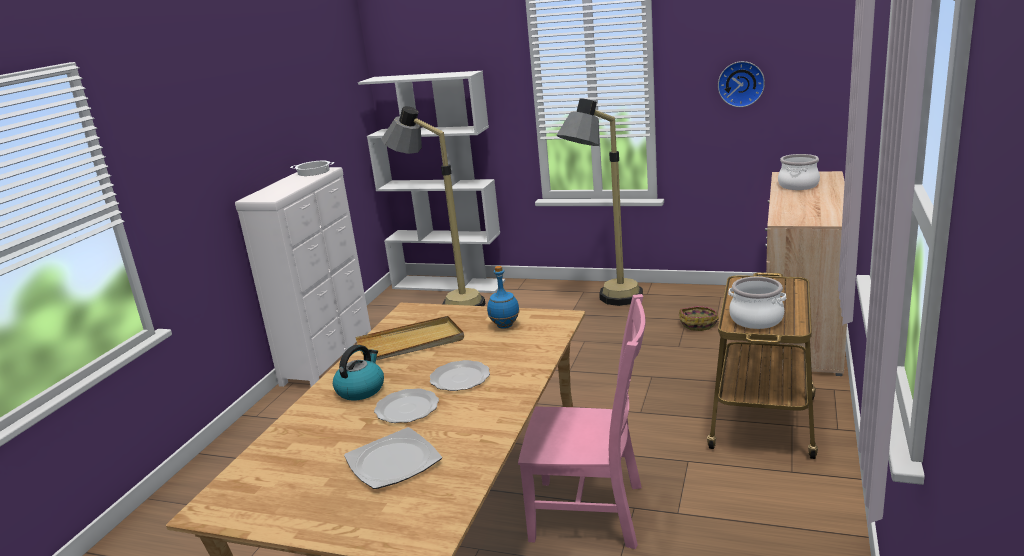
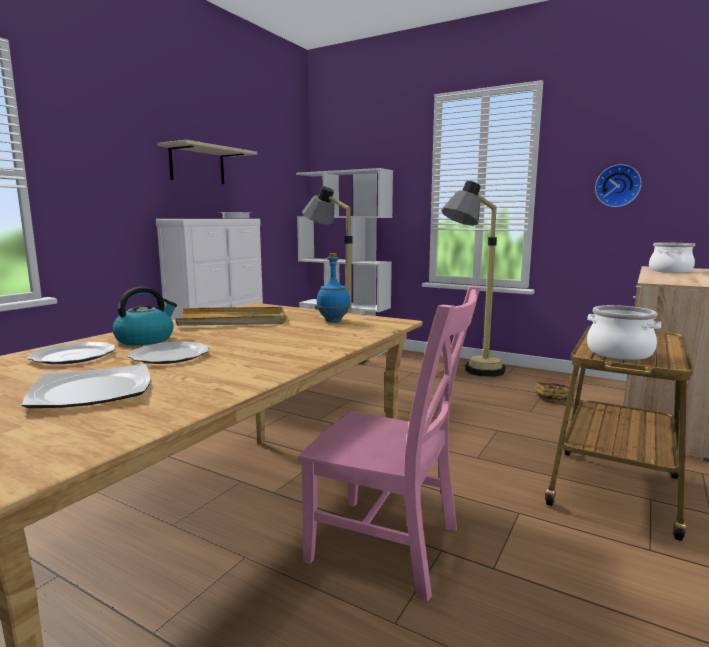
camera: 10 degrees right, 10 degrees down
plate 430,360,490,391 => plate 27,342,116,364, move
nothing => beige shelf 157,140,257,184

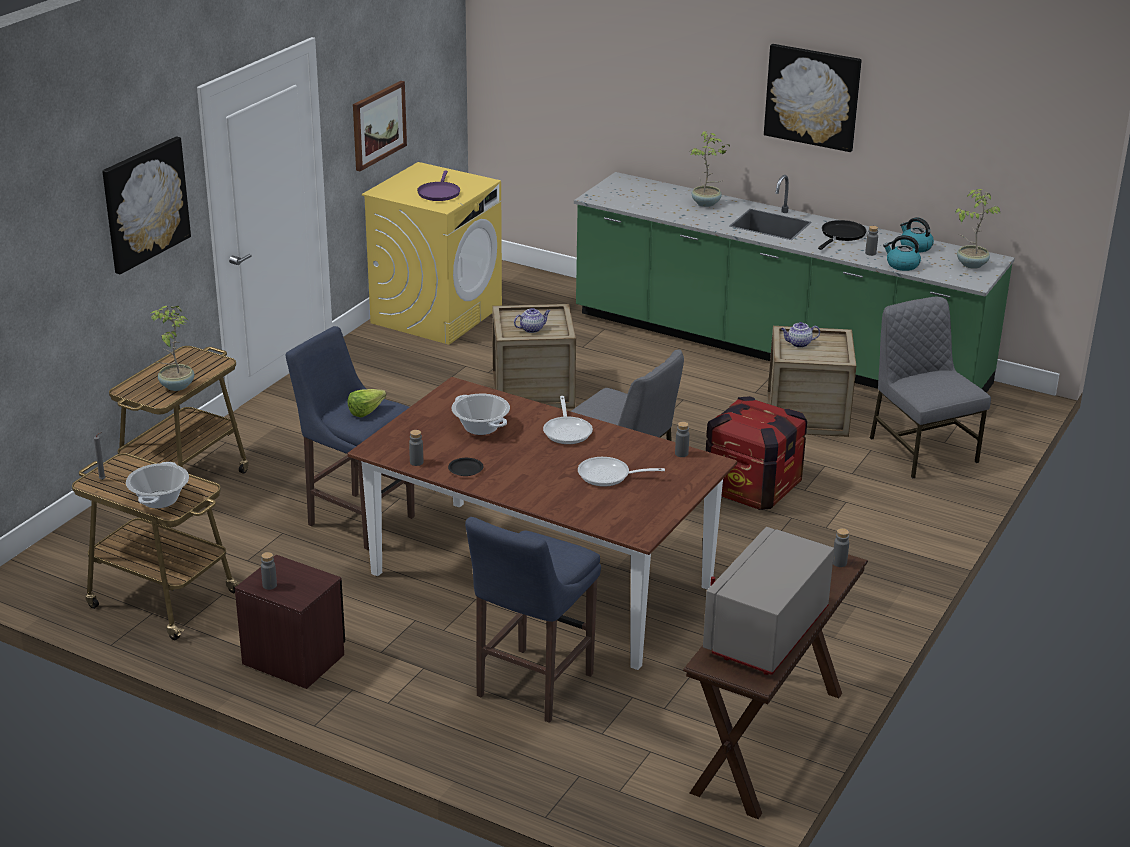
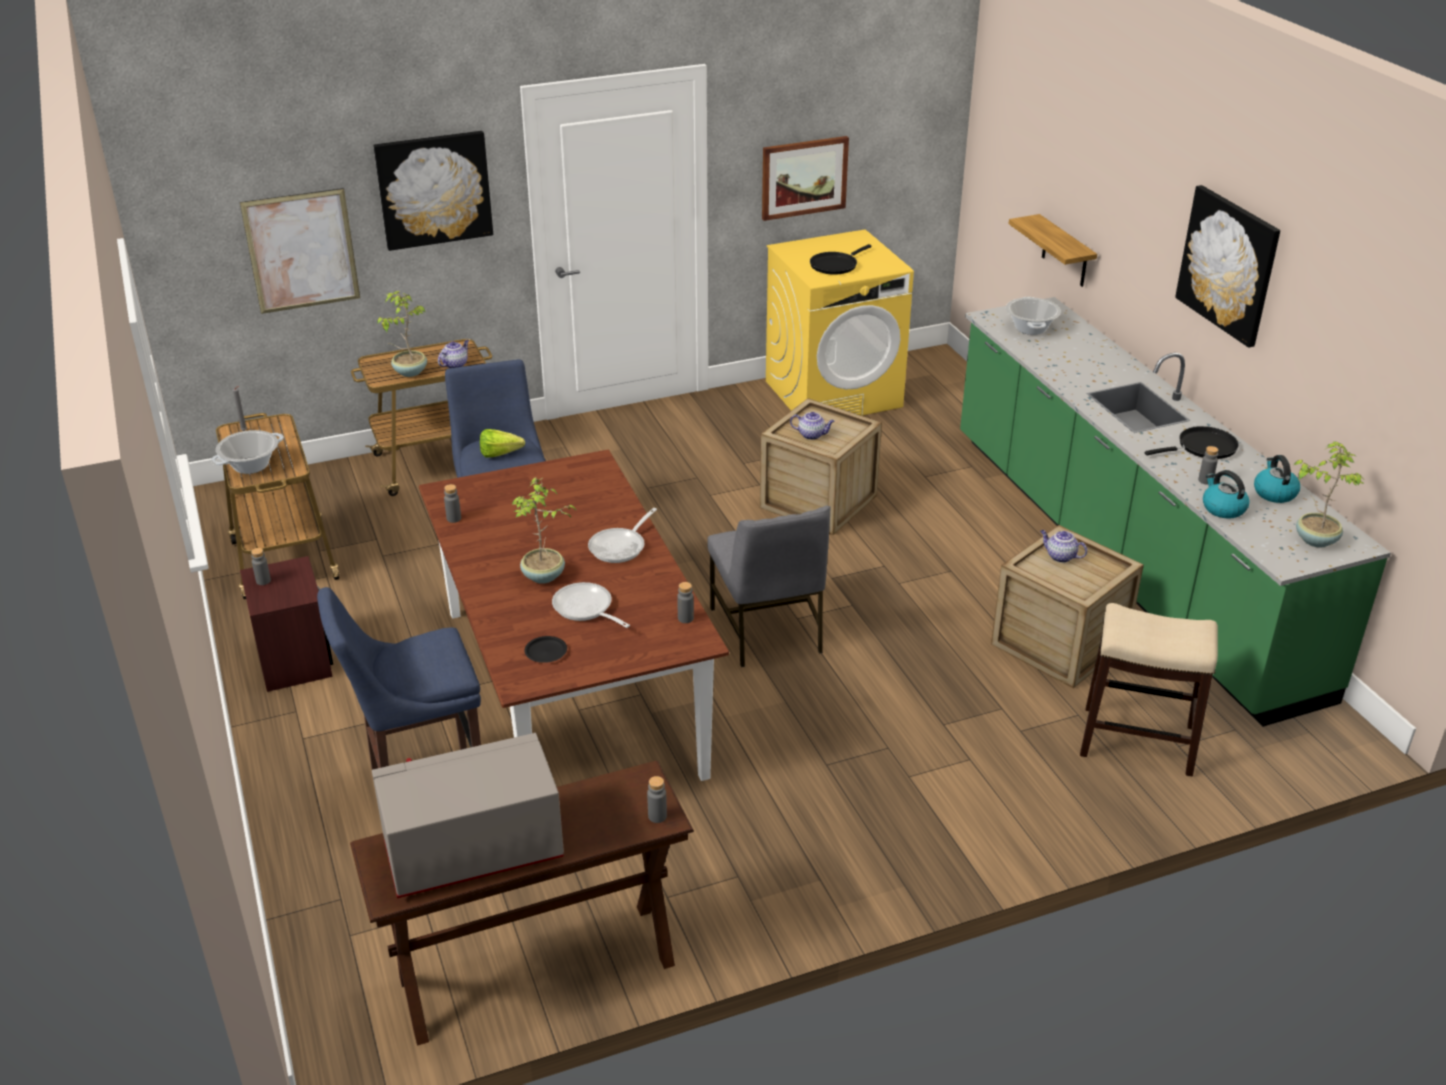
camera: 40 degrees right, 5 degrees up
nothing => picture 240,188,360,314
nothing => teapot 438,340,469,368
potted plant 690,131,730,207 => potted plant 512,477,576,584, move
black plate 448,458,483,476 => black plate 525,636,567,663, move
purple frying pan 417,171,460,201 => black frying pan 810,244,872,275
cooking pot 451,394,510,435 => cooking pot 1006,297,1061,335, move
nothing => shelf 1009,214,1097,287
grey chair 870,297,991,478 => stool 1080,603,1218,776
crate 706,396,807,510 => nothing

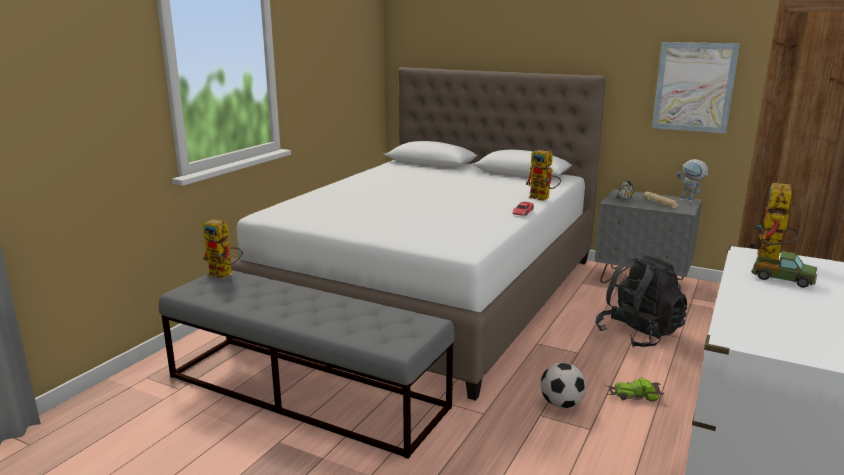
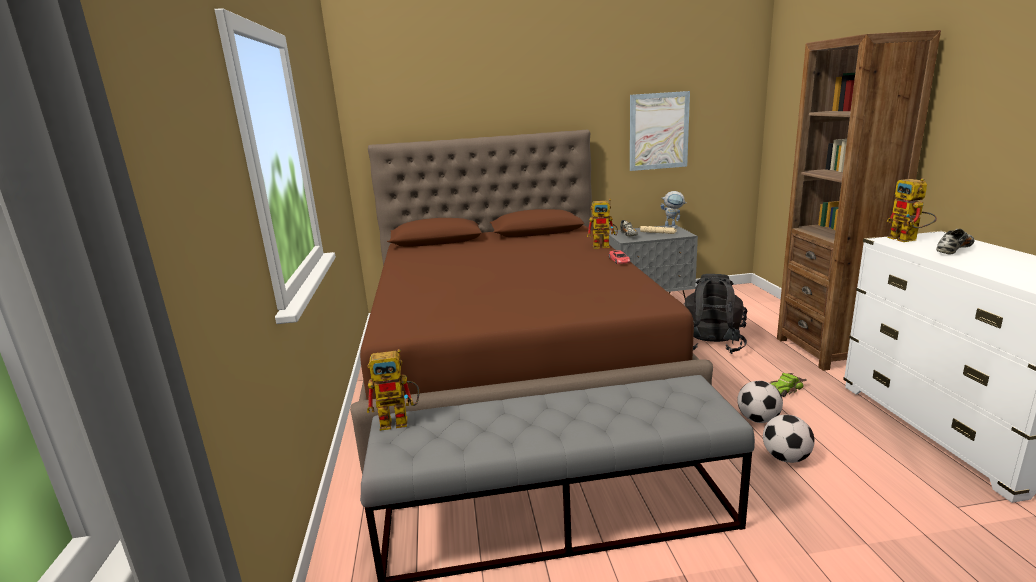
camera: 35 degrees left, 0 degrees up
white bed 230,67,606,401 => brown bed 350,130,713,474
nothing => football 763,415,815,463
toy truck 751,251,817,288 => shoe 936,229,975,254

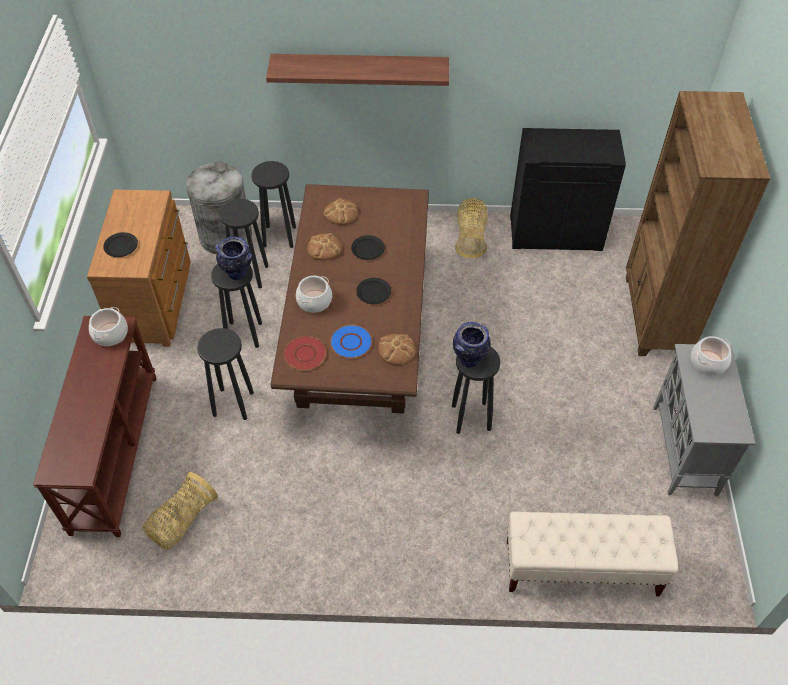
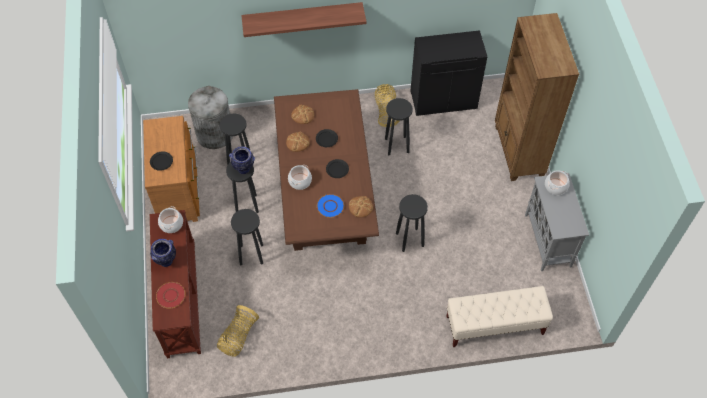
camera: 10 degrees left, 5 degrees up
vase 453,322,491,368 => vase 150,239,176,267, move
red plate 284,336,327,371 => red plate 156,282,186,309, move
black stool 251,161,296,248 => black stool 385,98,413,155, move

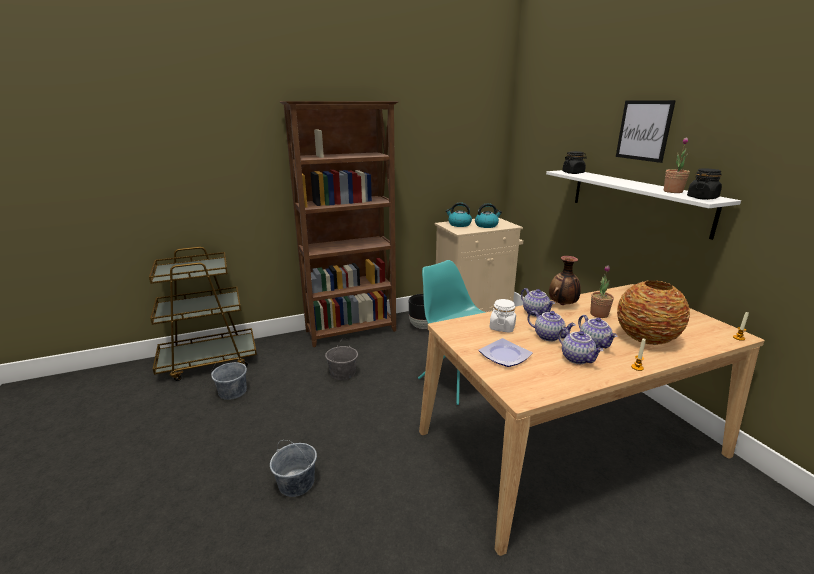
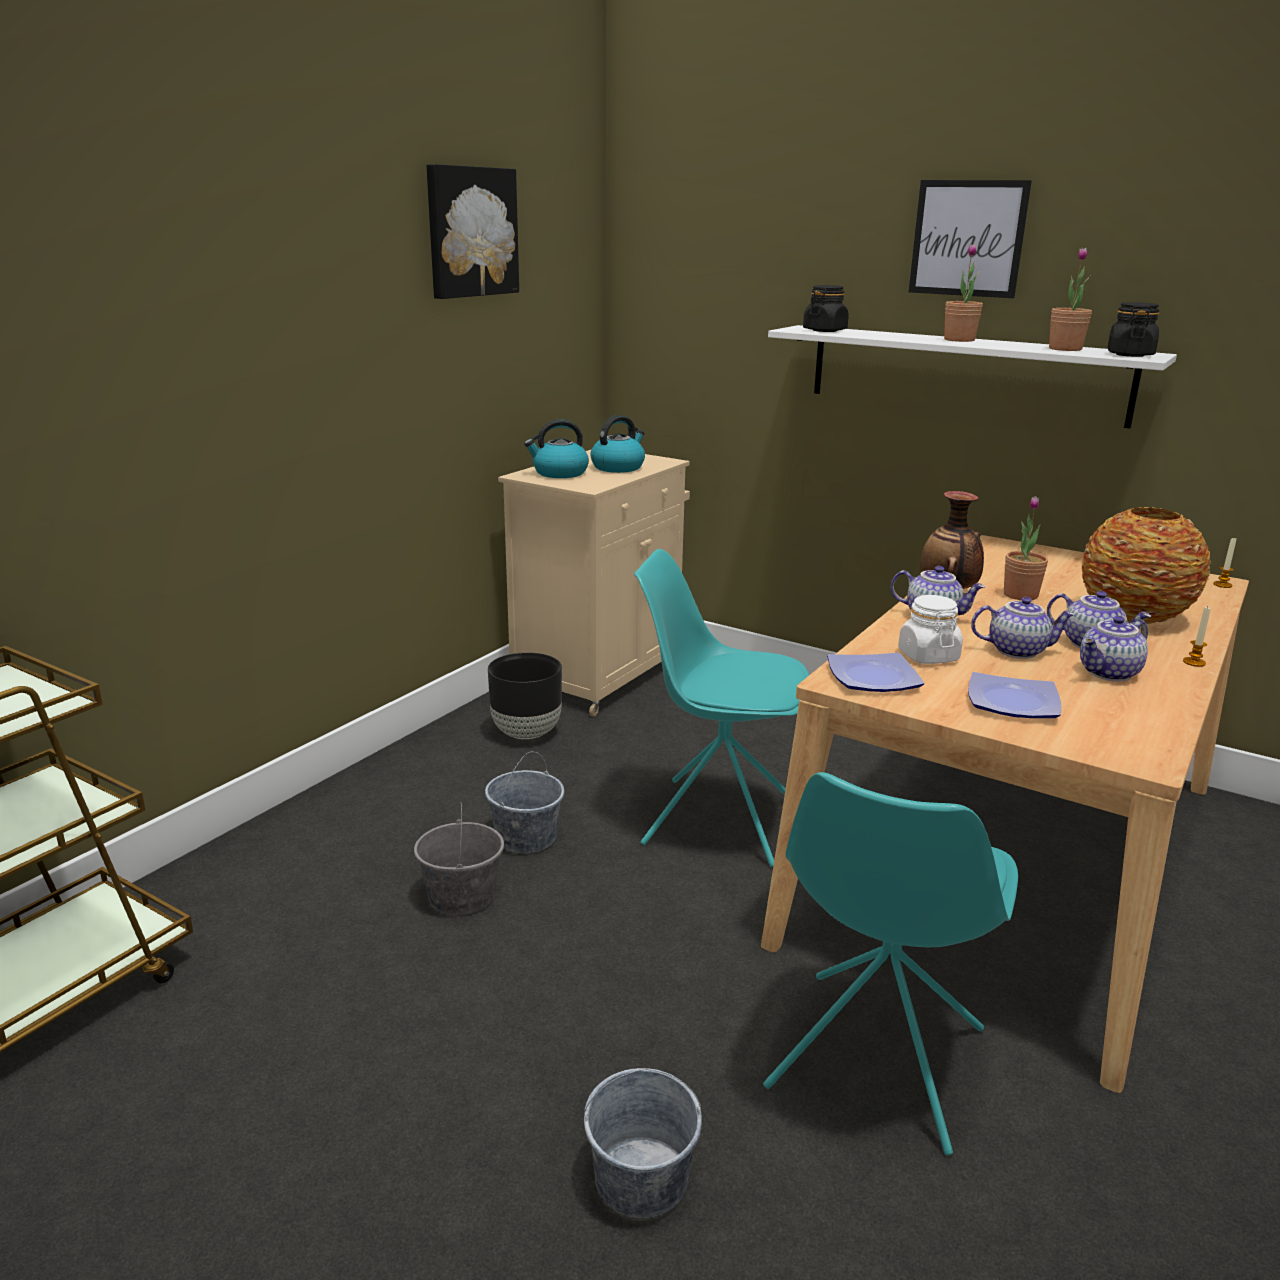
camera: 35 degrees left, 0 degrees up
nothing => picture 426,164,519,299
grey bucket 211,356,247,400 => grey bucket 485,752,564,853, move
nothing => turquoise chair 763,772,1018,1155
nothing => plate 827,653,924,692
nothing => potted plant 944,244,983,342
teapot 558,328,603,364 => teapot 1080,616,1148,681, 120 degrees clockwise
brown bookcase 280,101,398,347 => nothing

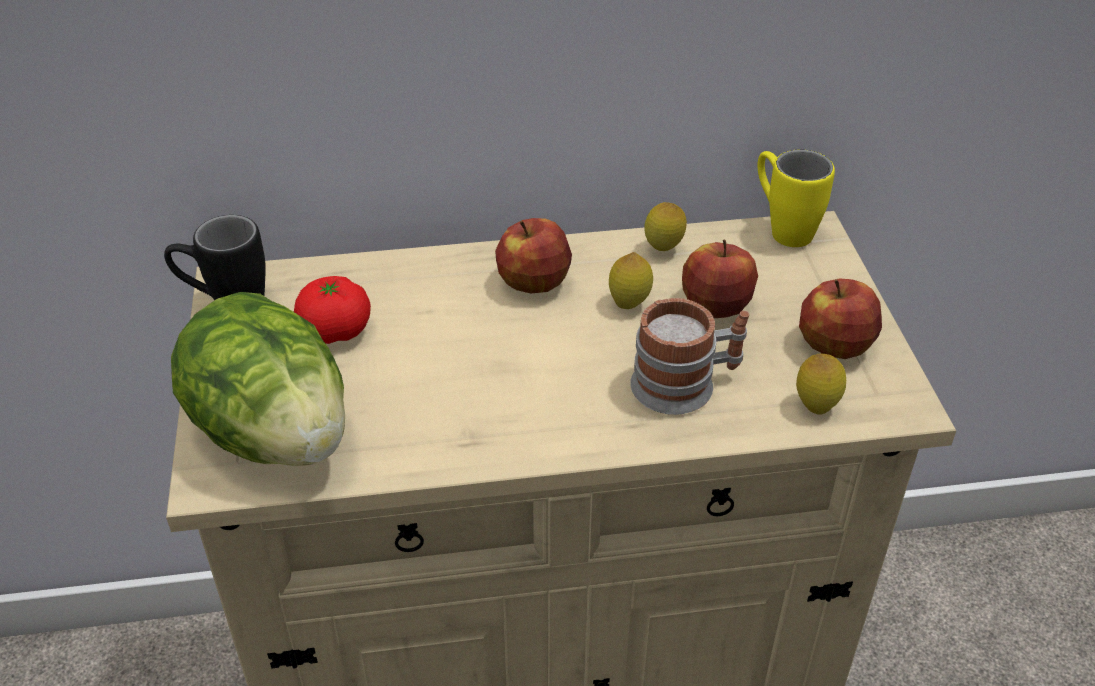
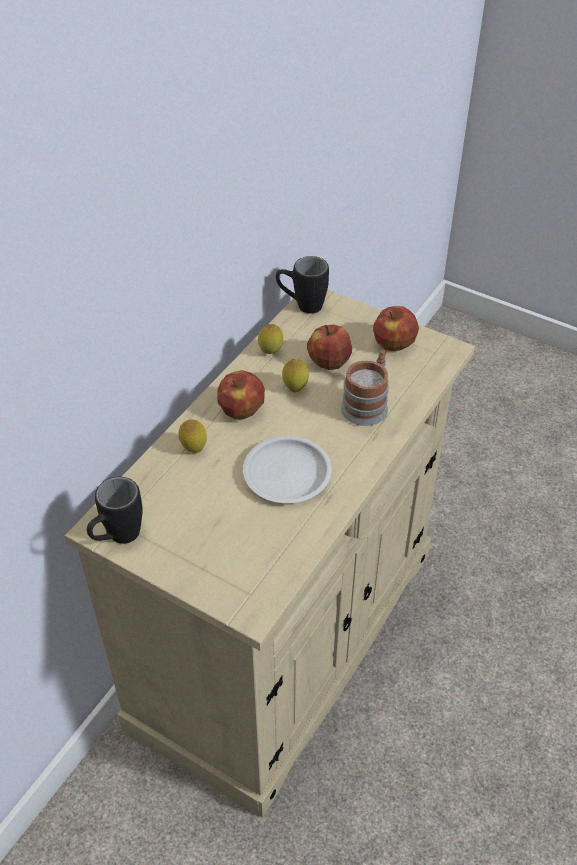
camera: 50 degrees left, 5 degrees up
lemon 796,354,846,415 => lemon 178,419,207,453, move
nothing => white plate 243,436,332,503
yellow mug 758,149,835,247 => black mug 276,256,329,314
lettuce 171,292,345,466 => nothing
tomato 294,276,371,344 => nothing

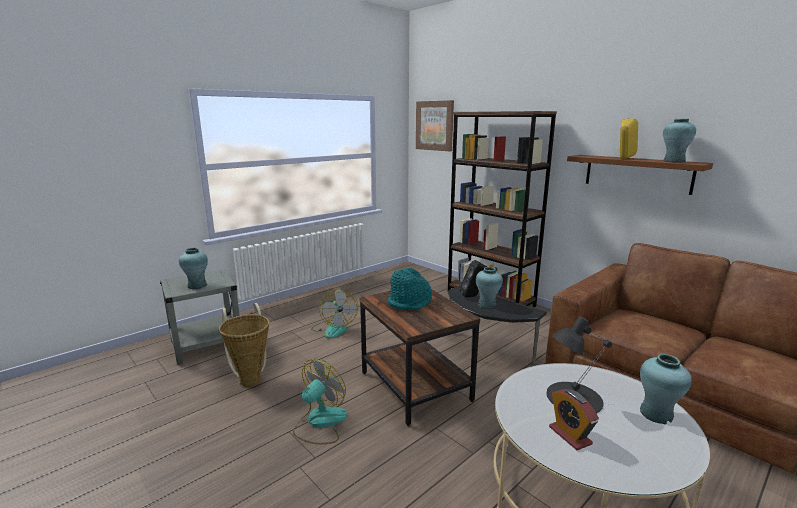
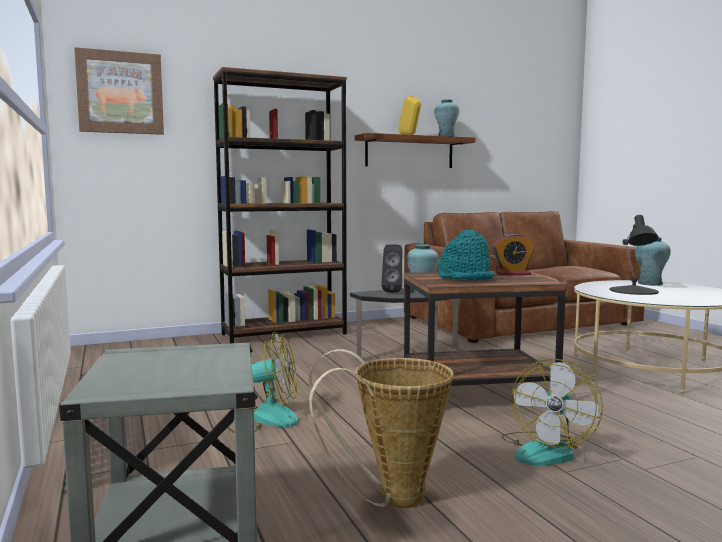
camera: 70 degrees left, 10 degrees down
alarm clock 549,389,599,450 => alarm clock 493,234,535,275, move
fan 293,358,348,444 => fan 501,359,603,465, 120 degrees counterclockwise
turquoise vase 179,248,208,289 => nothing

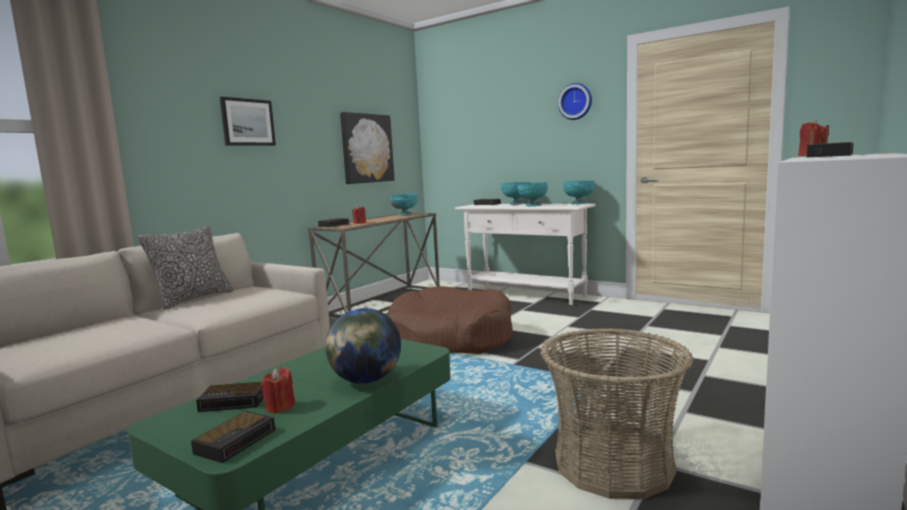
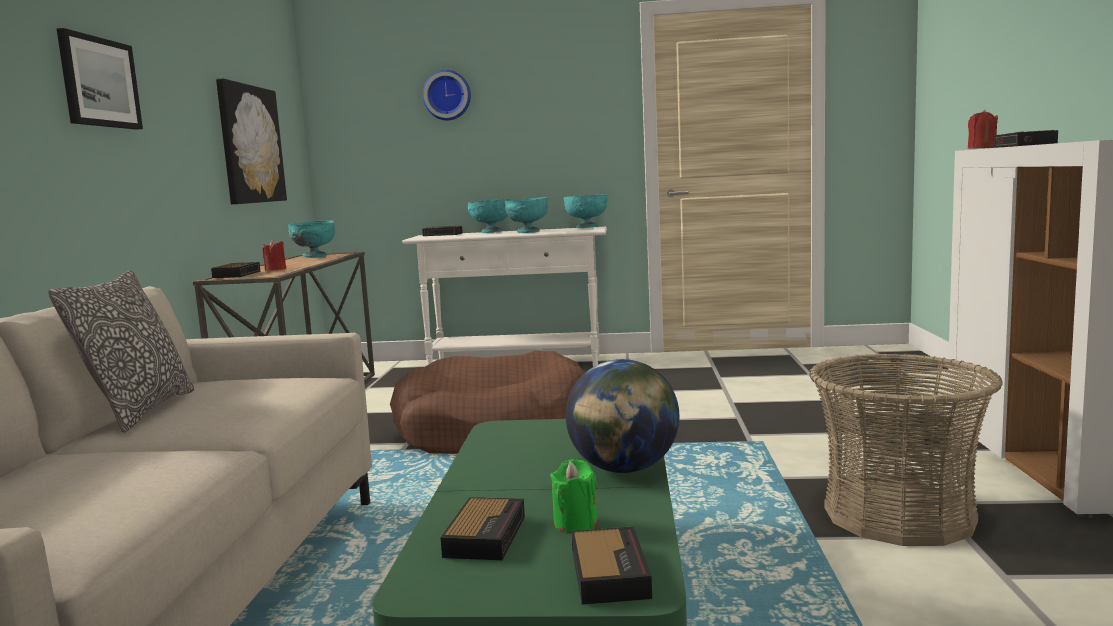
camera: 30 degrees left, 0 degrees up
wall clock 558,83,592,120 => wall clock 423,70,471,120, move
alarm clock 196,382,264,412 => alarm clock 440,497,525,560, 45 degrees counterclockwise
red candle 261,368,295,413 => green candle 550,459,598,533

